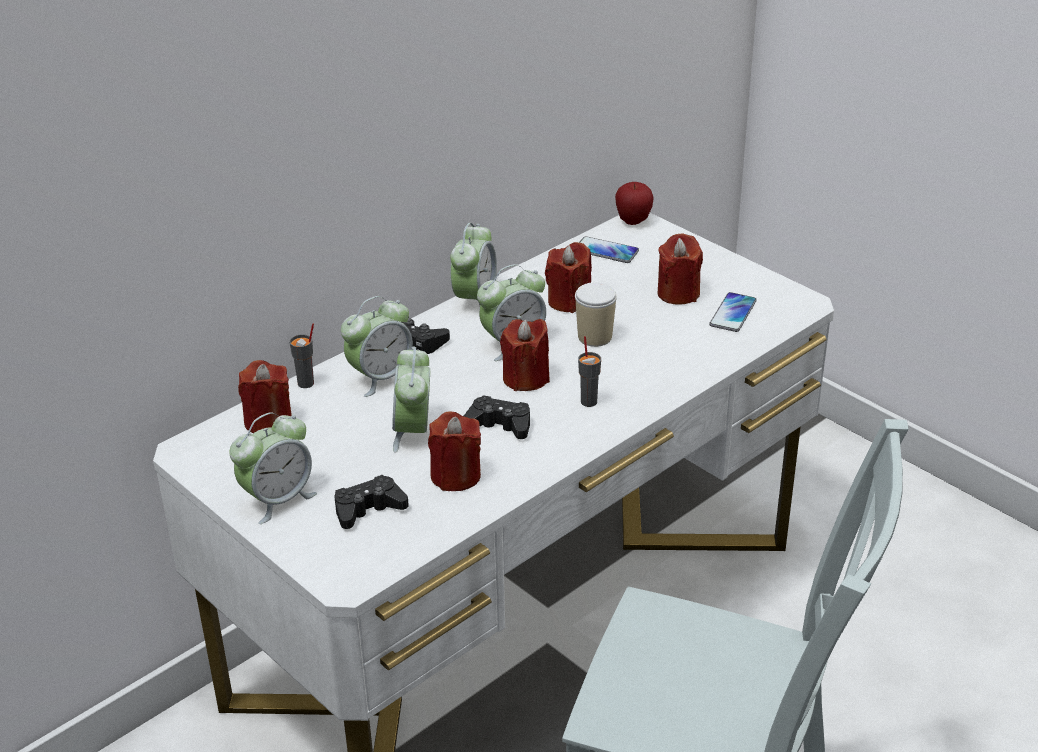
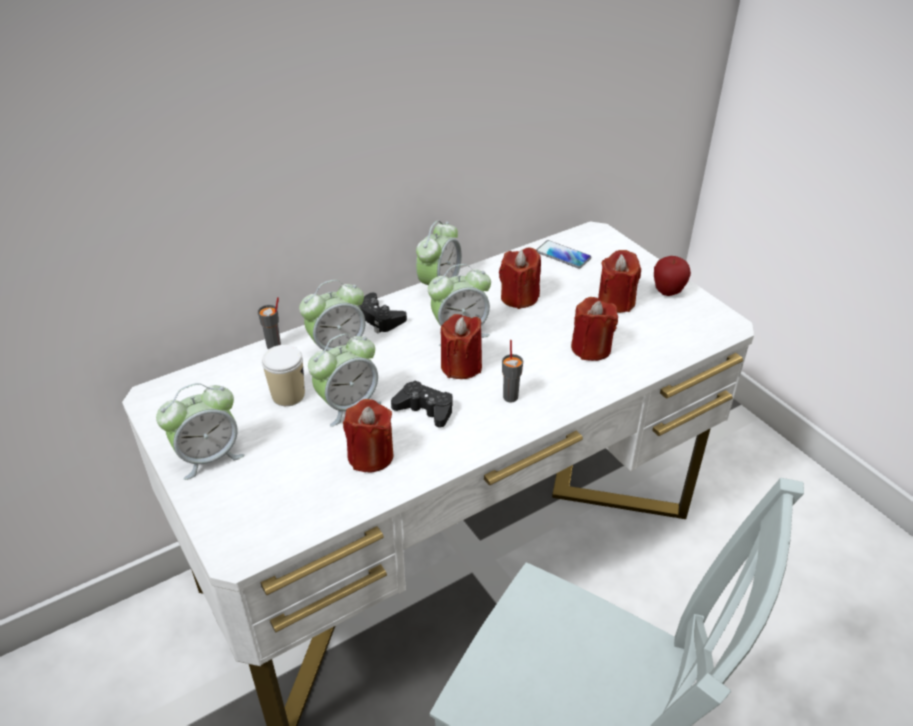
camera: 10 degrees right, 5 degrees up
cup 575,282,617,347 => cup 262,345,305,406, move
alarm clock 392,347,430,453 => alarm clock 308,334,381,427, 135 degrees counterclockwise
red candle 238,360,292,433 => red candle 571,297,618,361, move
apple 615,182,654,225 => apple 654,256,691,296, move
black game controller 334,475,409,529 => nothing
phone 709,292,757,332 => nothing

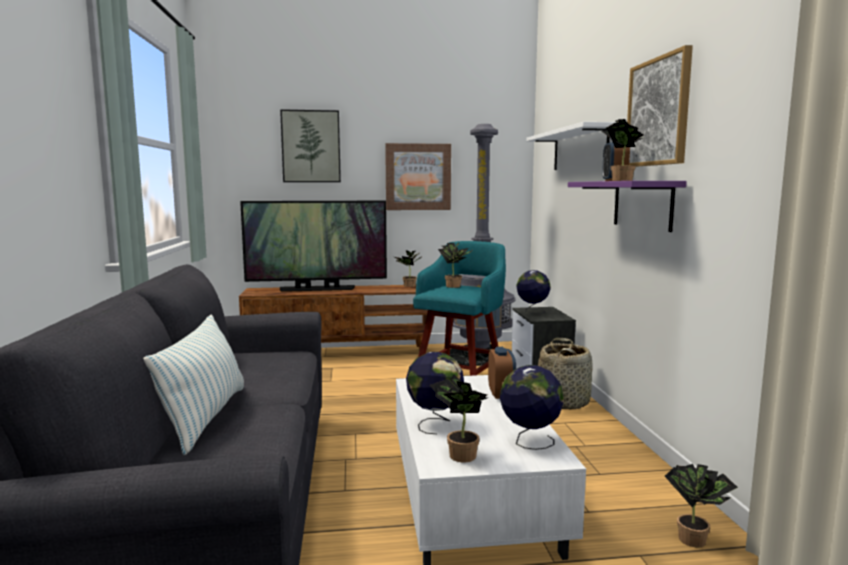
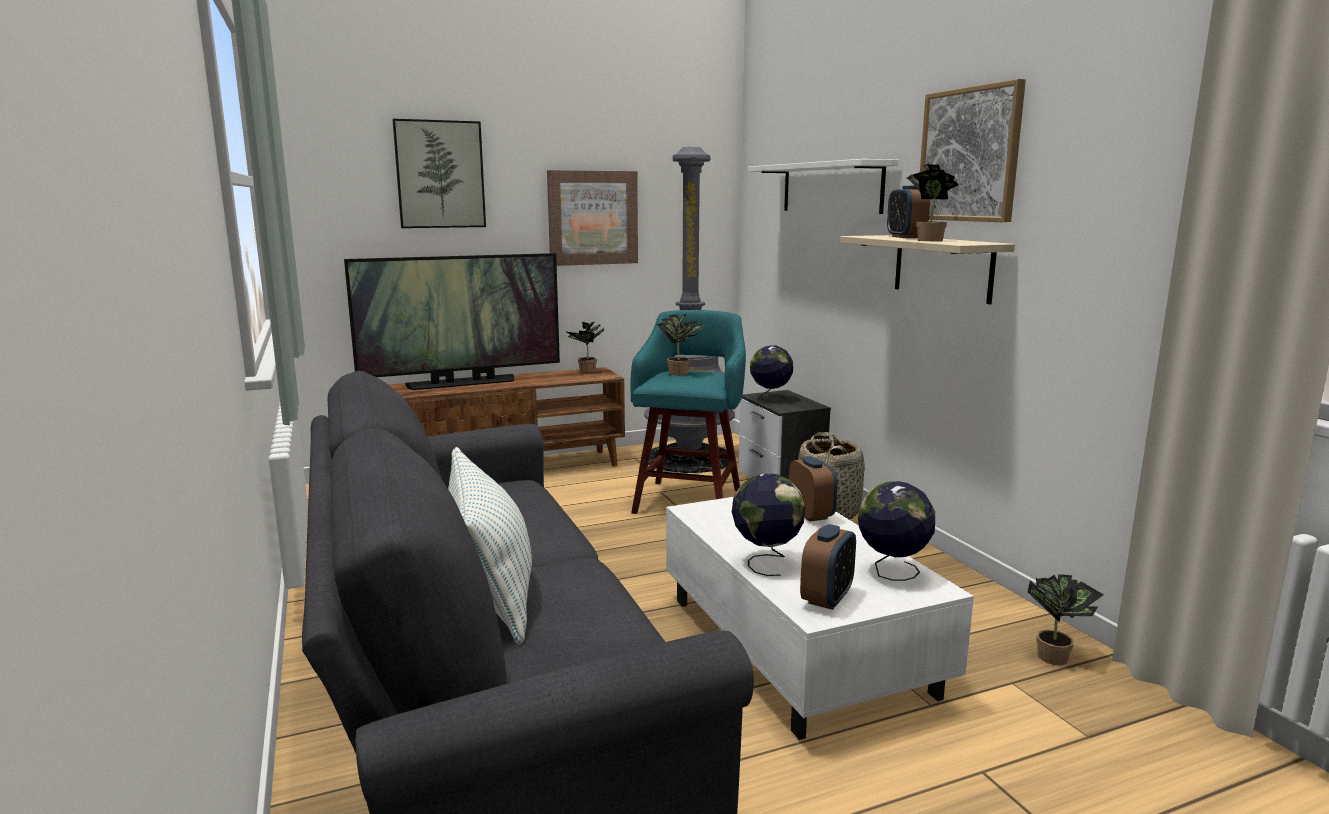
camera: 15 degrees left, 5 degrees up
potted plant 429,374,487,462 => alarm clock 800,524,856,610
purple shelf 568,181,687,232 => beige shelf 840,235,1015,304

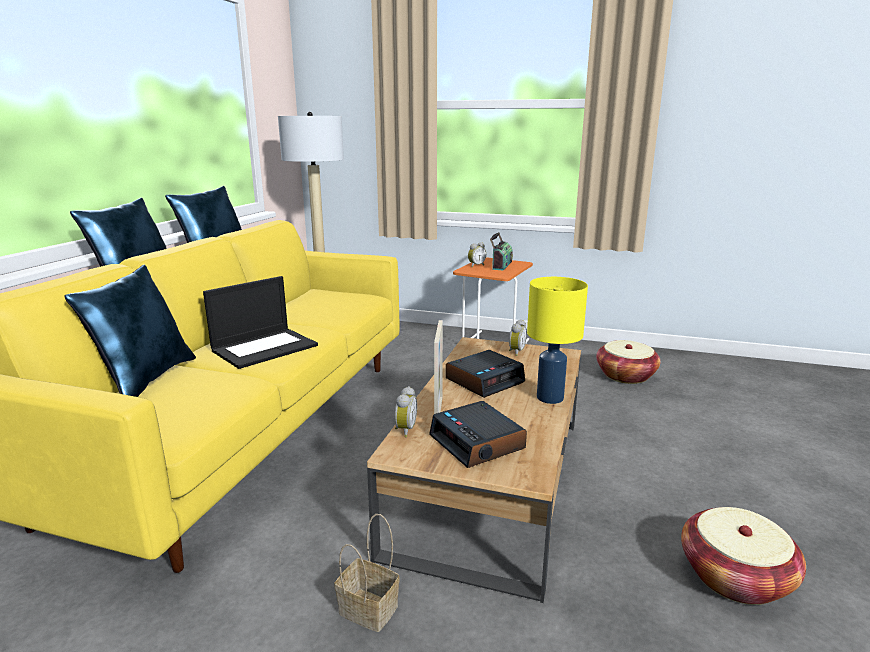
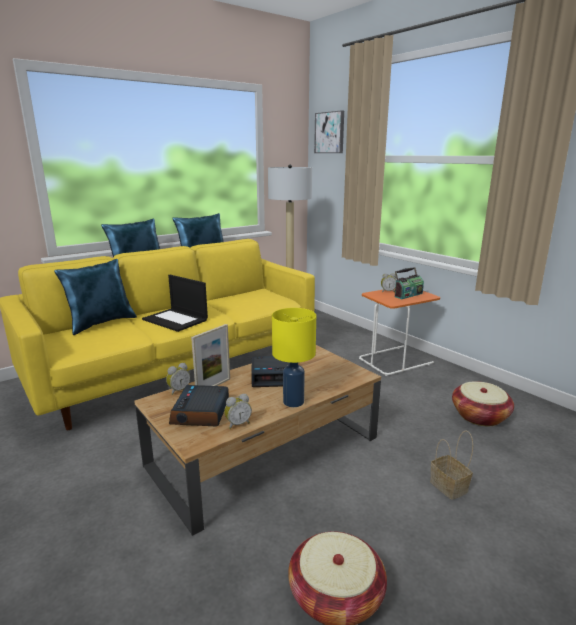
camera: 35 degrees right, 0 degrees up
laptop 203,276,318,369 => laptop 142,275,208,332, 45 degrees clockwise
alarm clock 509,319,527,356 => alarm clock 224,394,252,429, move
nothing => picture 314,110,344,153
basket 335,514,400,632 => basket 430,430,473,500, move

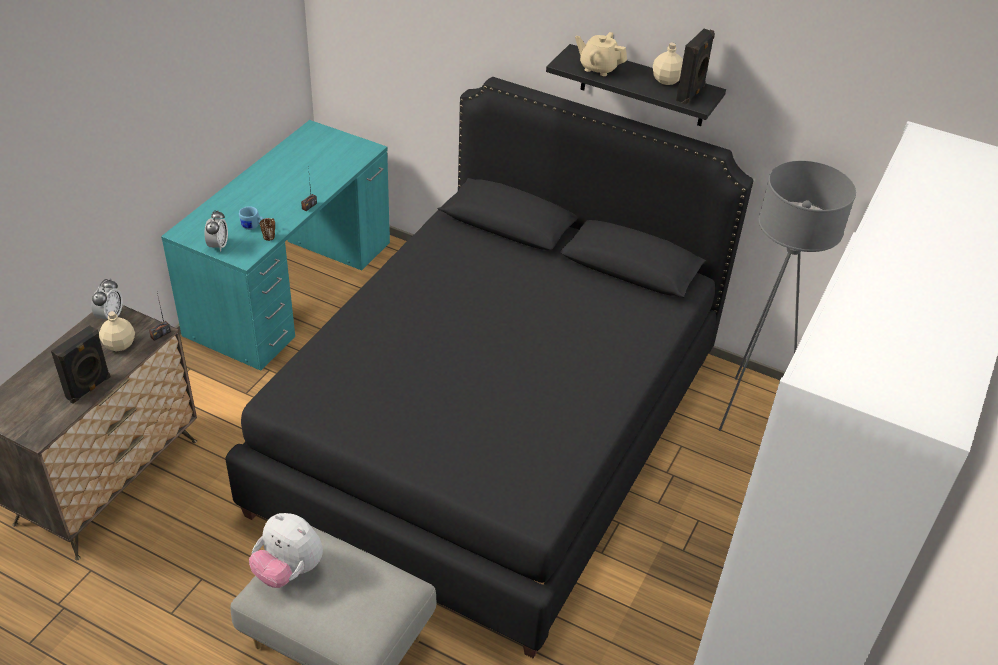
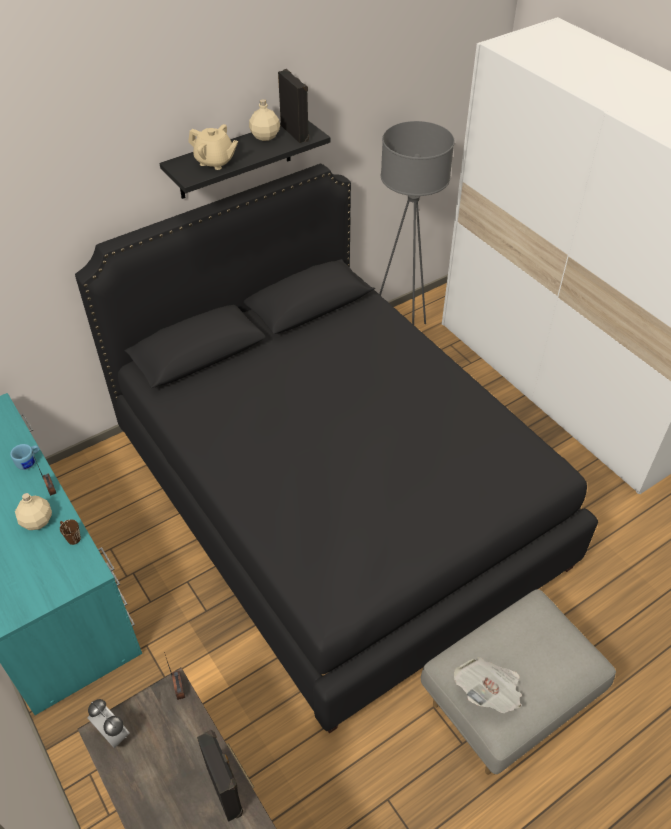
camera: 60 degrees left, 5 degrees up
blue mug 239,206,264,230 => blue mug 10,444,40,470, move
beige bottle 99,311,135,352 => beige bottle 15,493,52,530, move
beige teapot 575,32,627,76 => beige teapot 188,124,238,170, 120 degrees counterclockwise
plush toy 249,513,323,588 => newspaper 454,657,522,713
alarm clock 205,210,228,252 => nothing

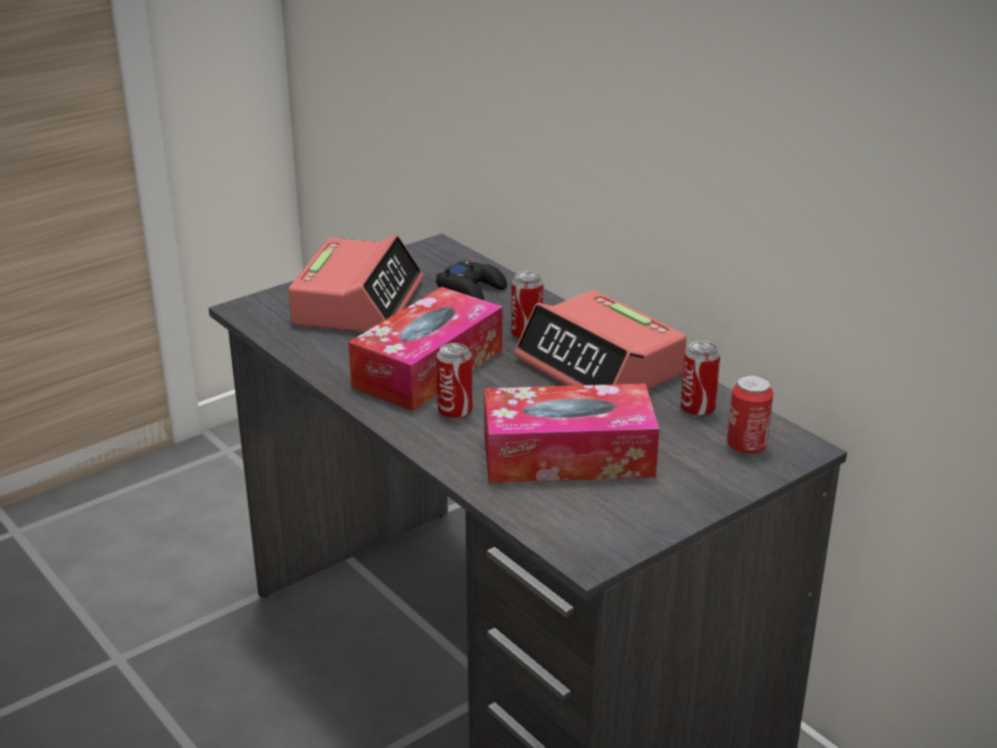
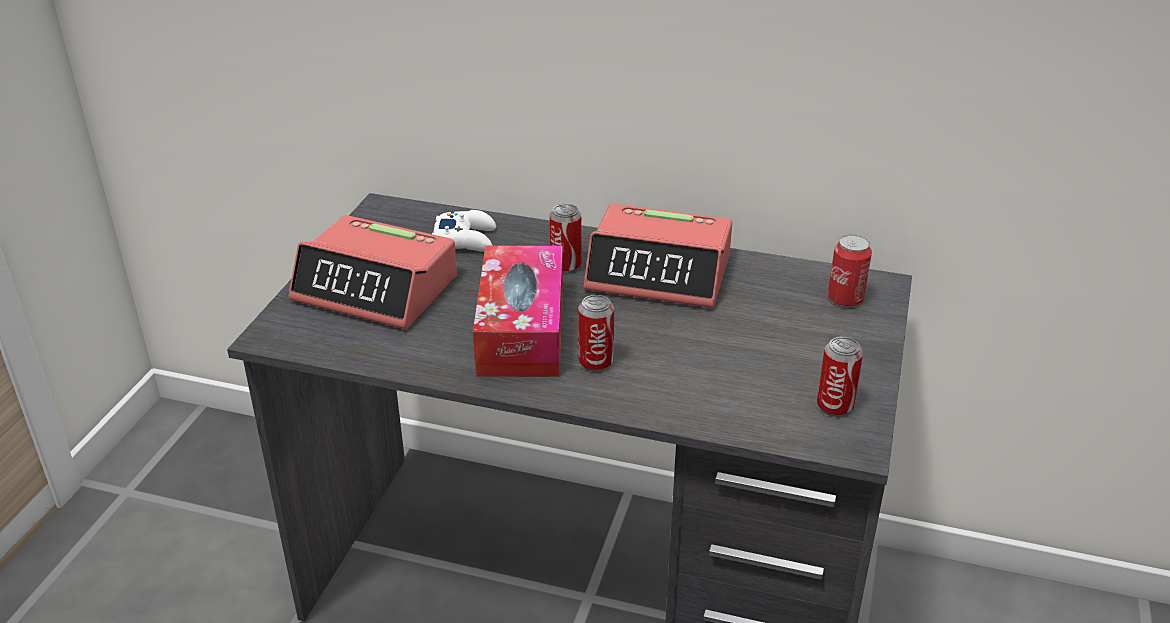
camera: 35 degrees left, 5 degrees up
alarm clock 288,235,424,332 => alarm clock 289,215,457,329, 135 degrees clockwise
black game controller 436,261,507,300 => white game controller 432,210,496,252
can 681,341,720,418 => can 817,337,863,417, move
tissue box 484,383,659,483 => nothing

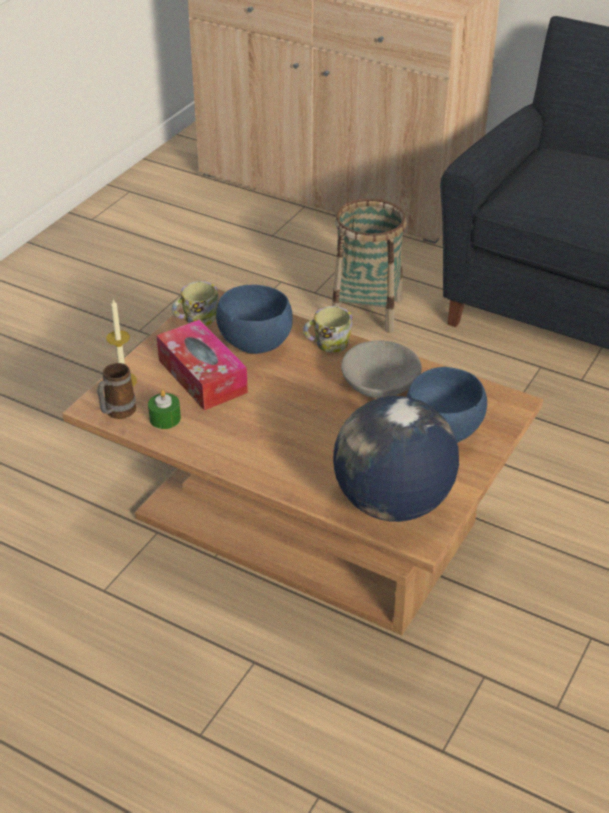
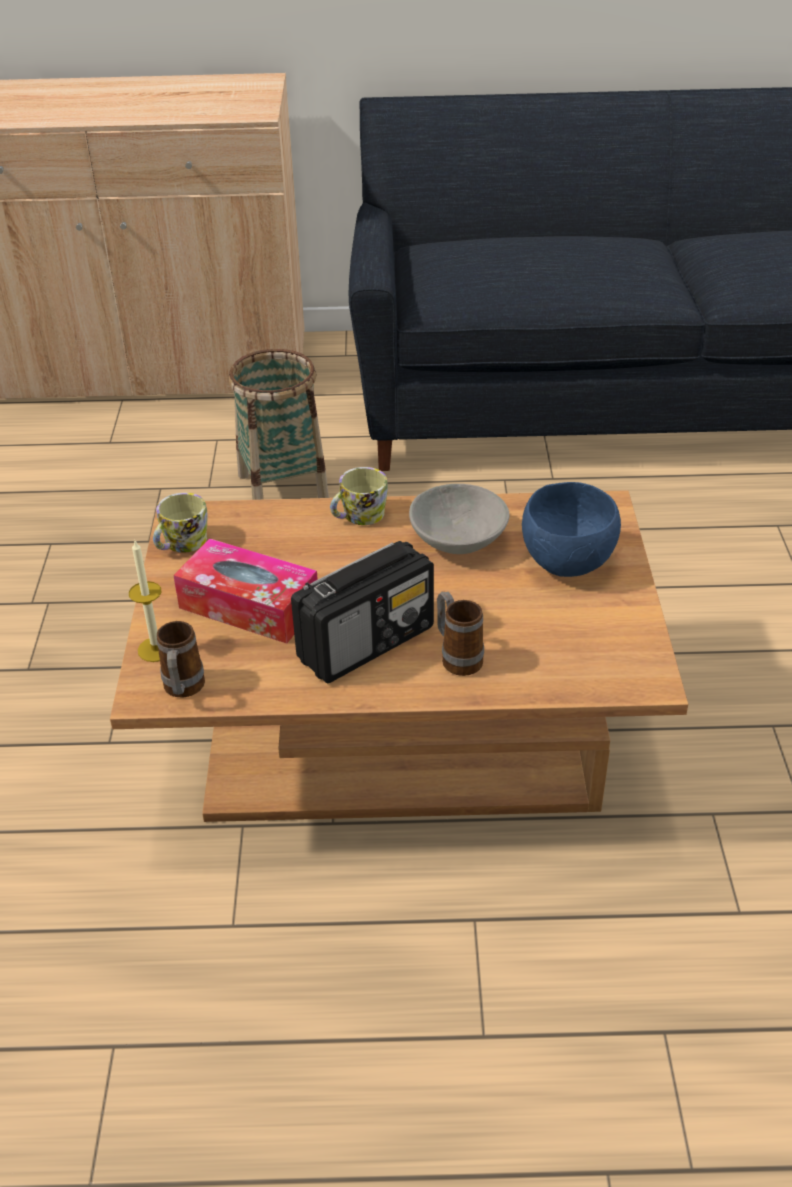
camera: 30 degrees left, 0 degrees up
nothing => radio 291,541,434,683
nothing => mug 437,592,484,676
green candle 148,390,181,429 => nothing
blue bowl 216,285,293,354 => nothing
globe 333,396,459,522 => nothing

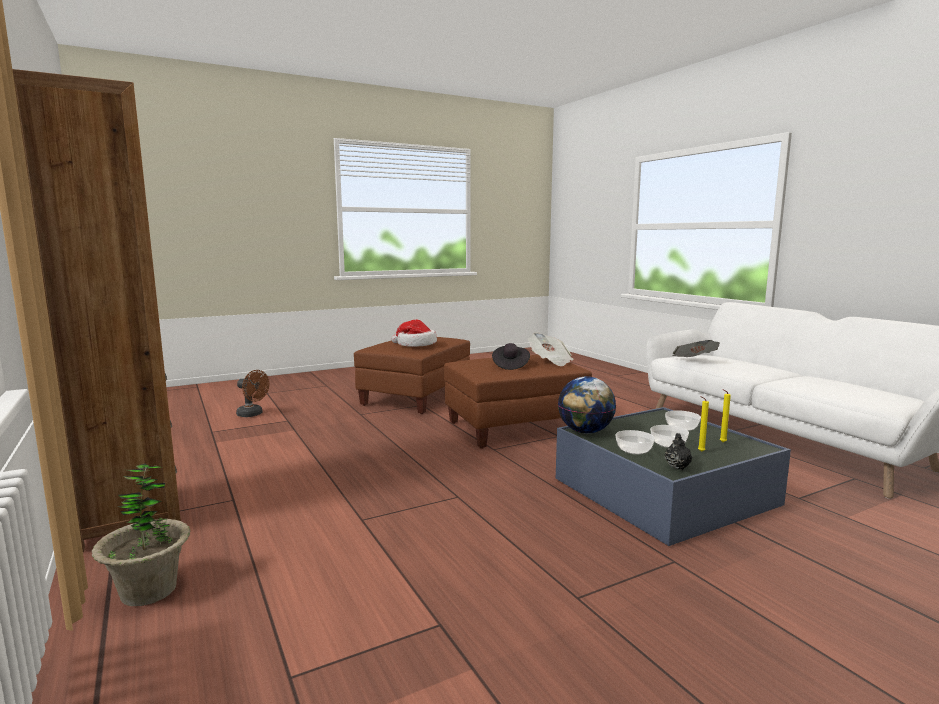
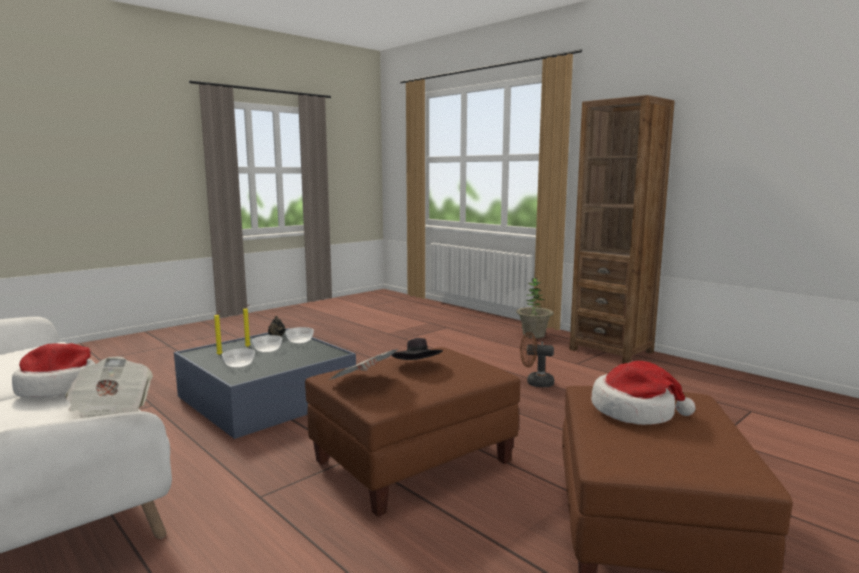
camera: 165 degrees right, 0 degrees up
nothing => hat 12,343,95,398
brown fan 236,370,269,417 => brown fan 520,332,554,387, move
globe 558,376,616,434 => nothing

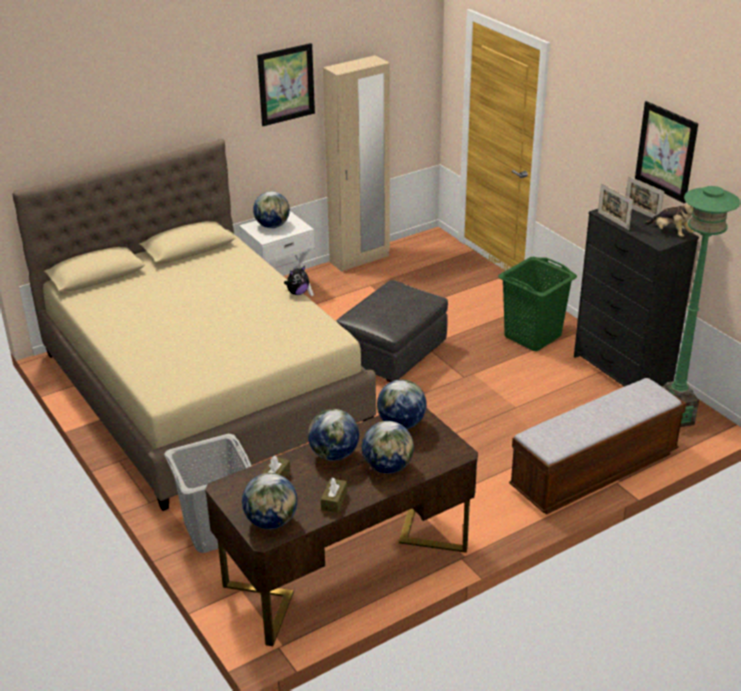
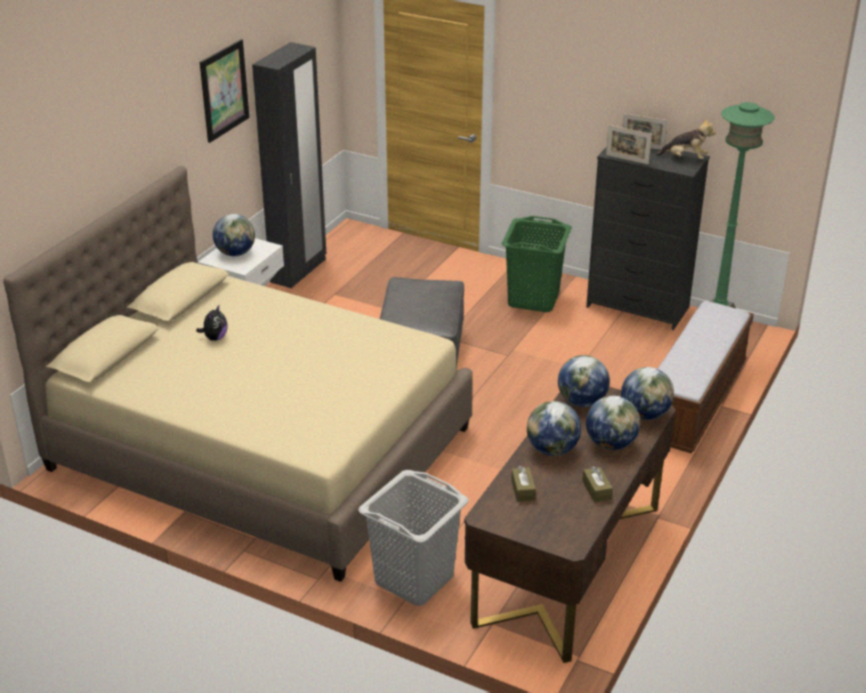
camera: 30 degrees left, 0 degrees up
plush toy 284,265,309,295 => plush toy 196,305,227,341, move
beige wardrobe 323,55,390,272 => black wardrobe 252,42,326,288
globe 242,473,297,529 => globe 621,367,674,420, move
picture 635,101,698,203 => nothing

